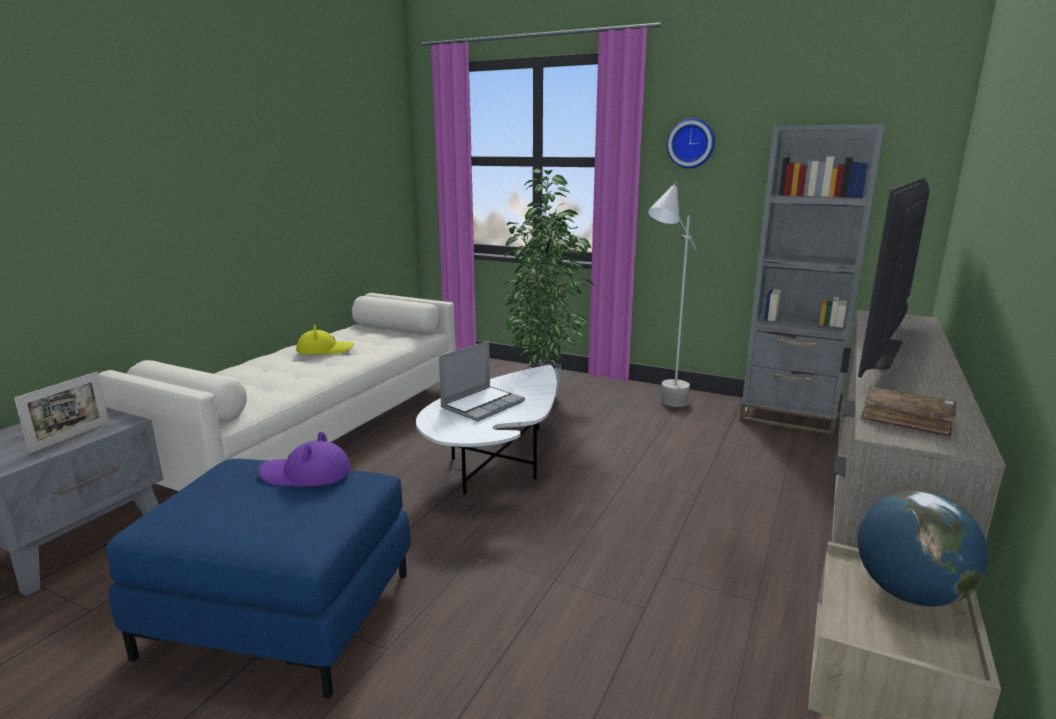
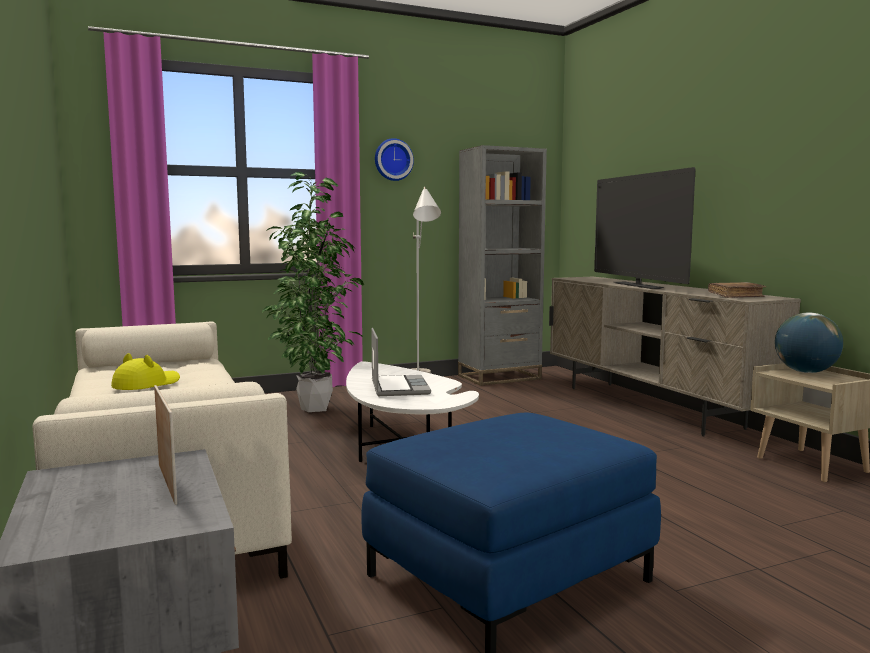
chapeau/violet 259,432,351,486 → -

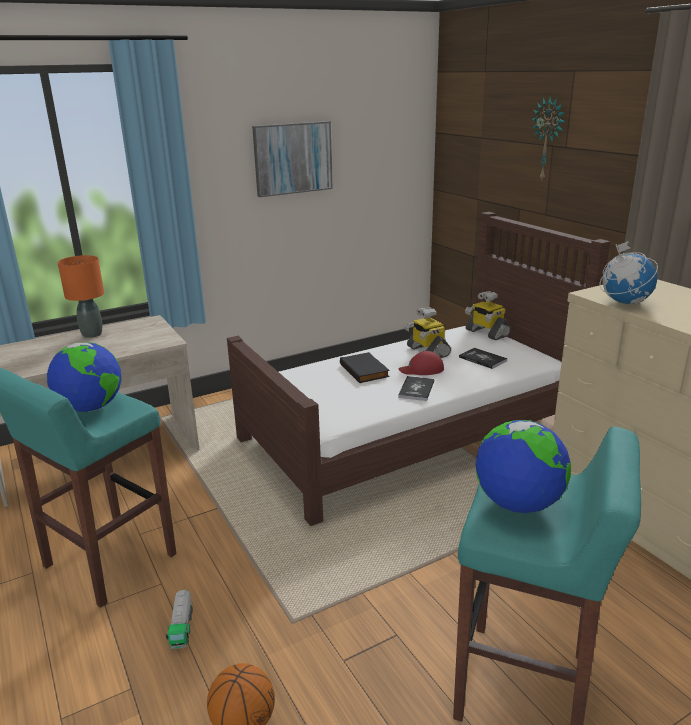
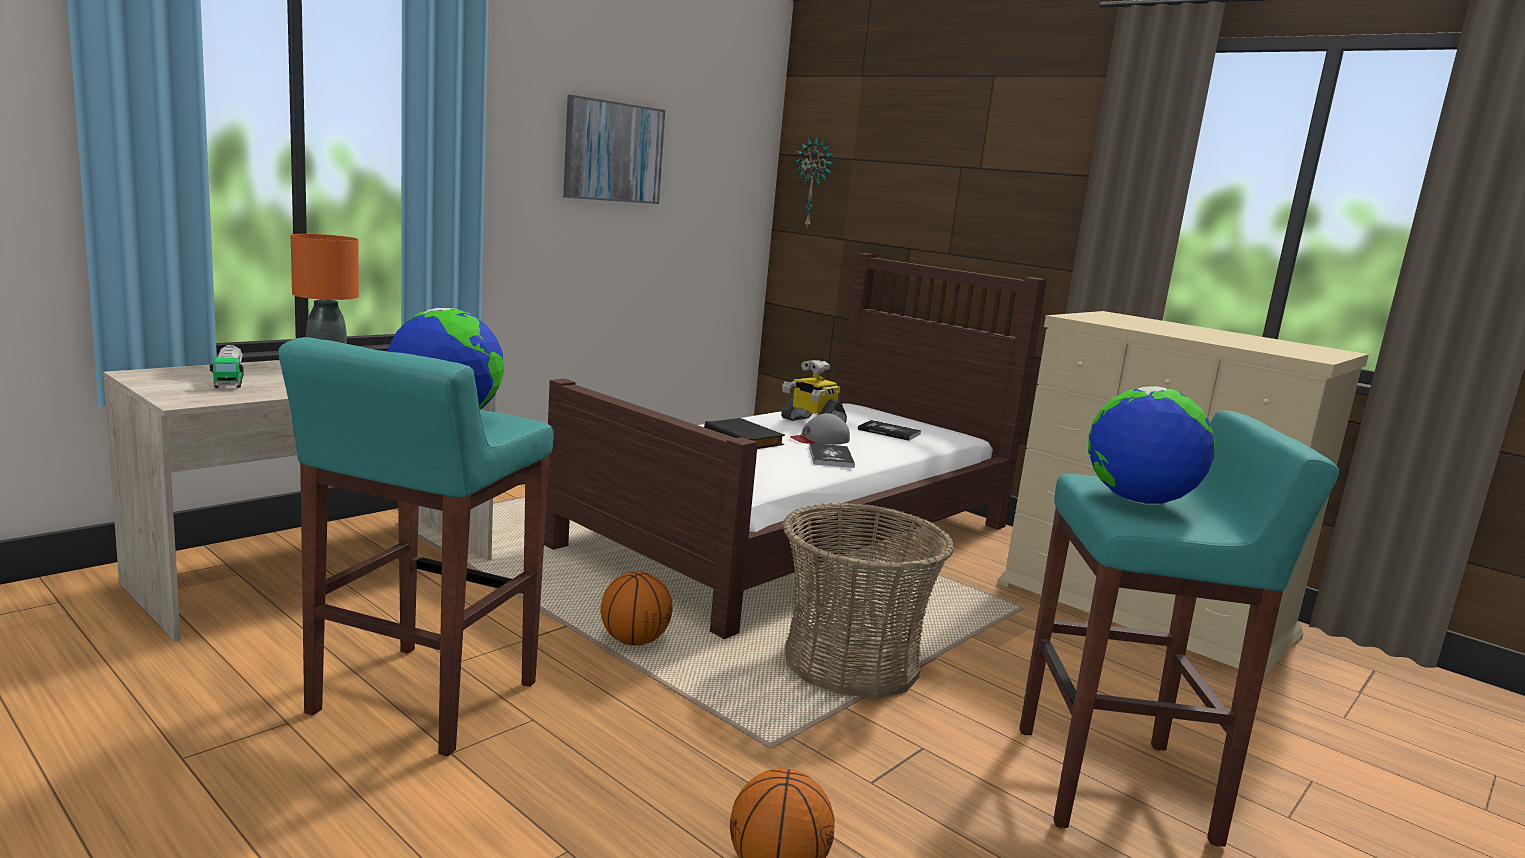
camion jouet 166,589,193,649 → camion jouet 210,345,244,388, move
casquette/rouge 399,351,444,375 → casquette/gris 790,413,850,445
robot jouet 465,291,511,340 → -
horloge murale 532,96,565,182 → horloge murale 795,137,834,228, move
globe 600,241,658,304 → -
- → ballon de basket 600,571,673,646
- → panier 782,503,954,699

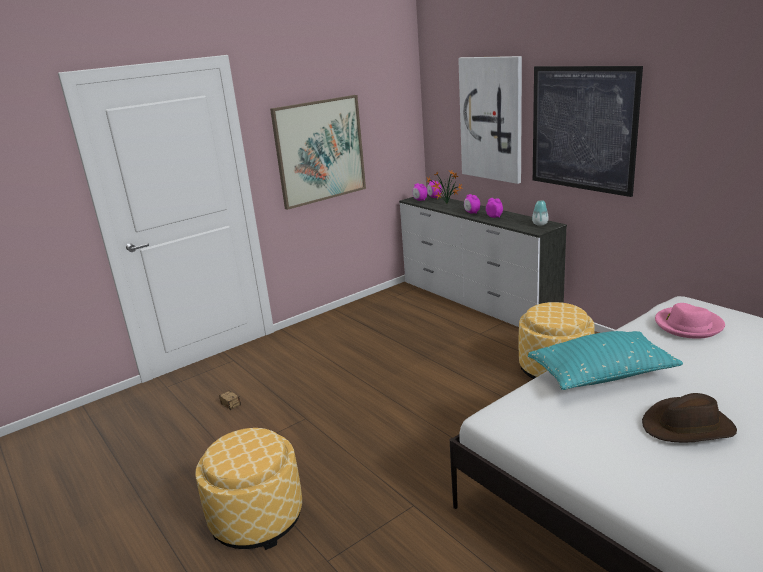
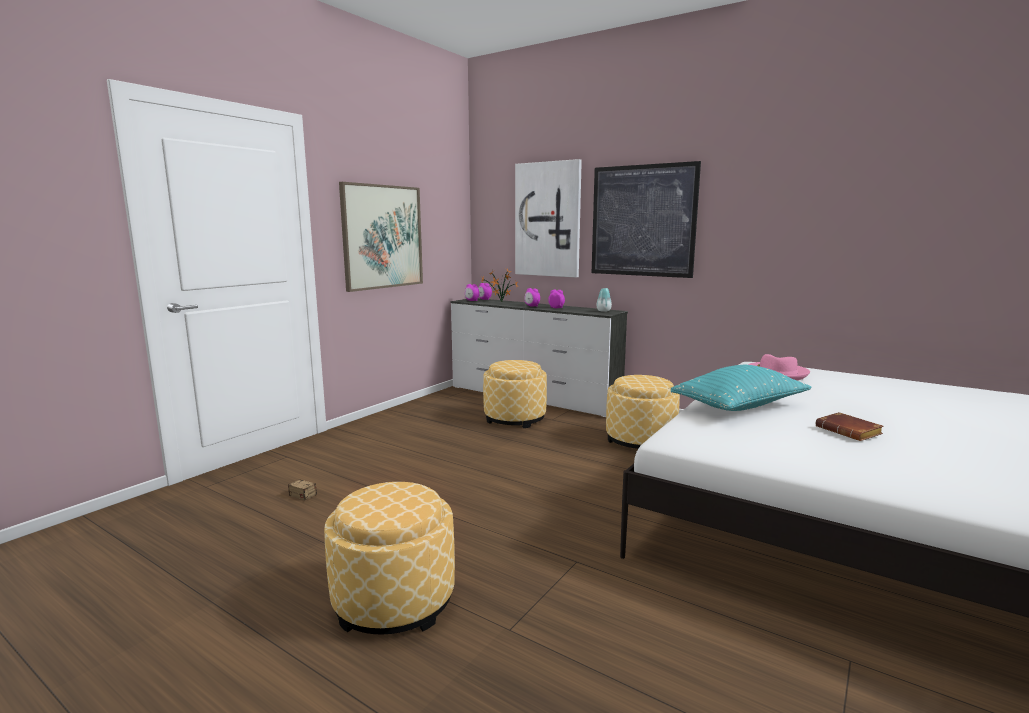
chapeau/marron 642,393,737,443 → livre/marron 815,412,884,441
- → pouf 483,360,547,428

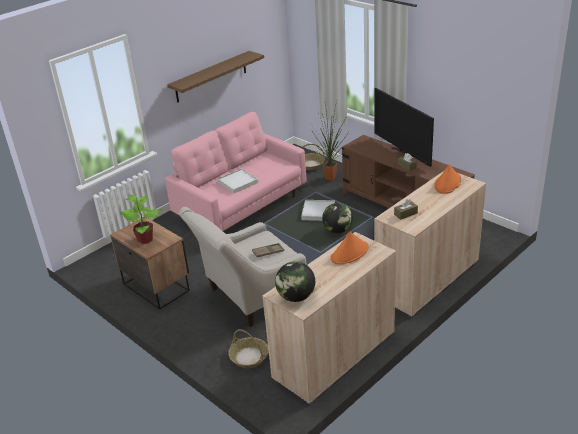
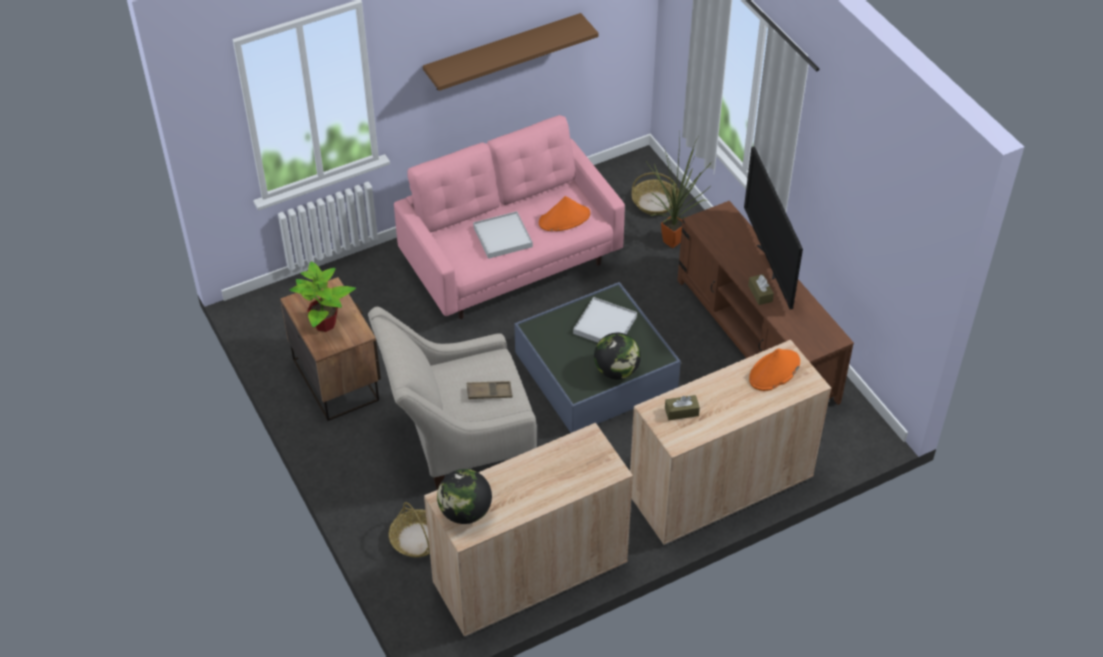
chapeau/orange 331,232,369,265 → chapeau/orange 539,196,590,231, move

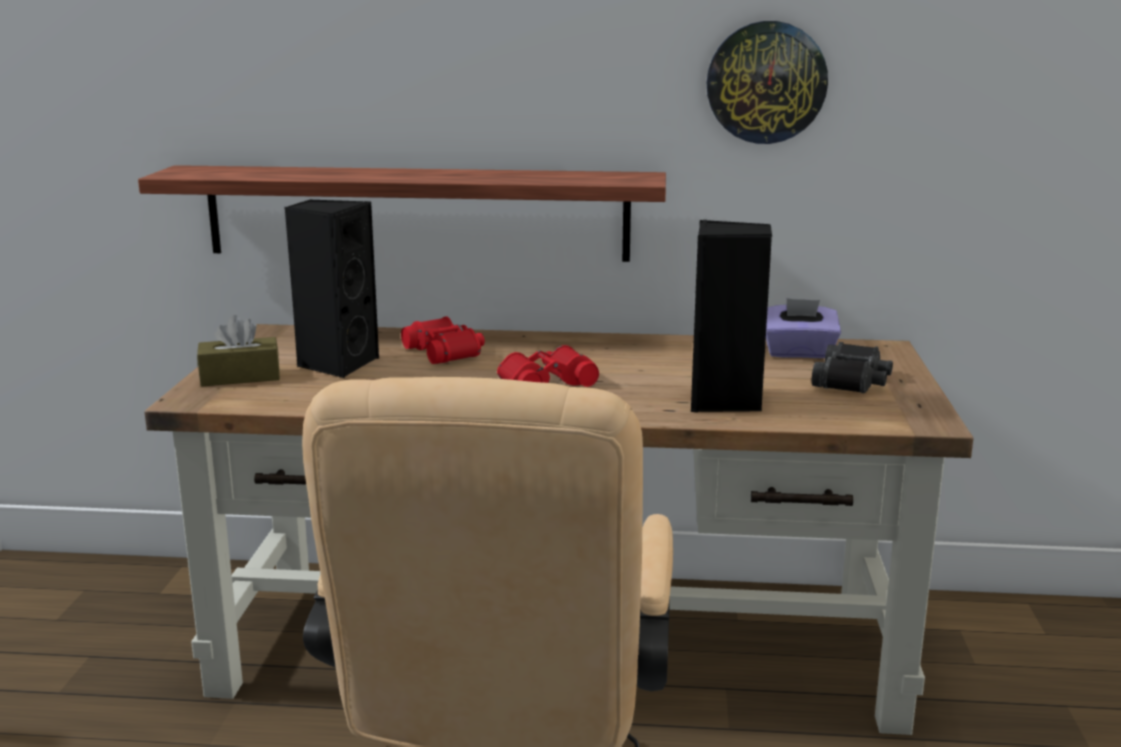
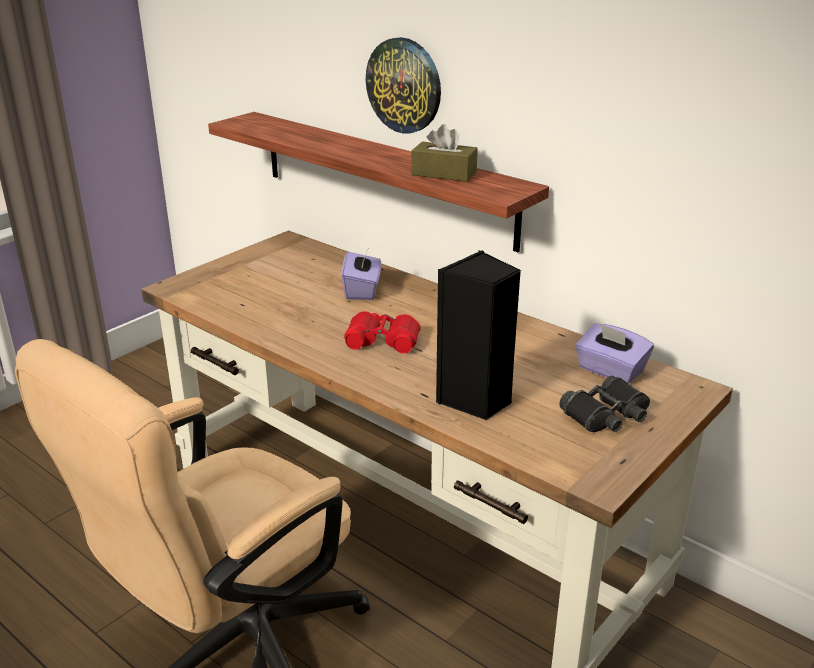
boîte à mouchoirs/marron 197,315,280,387 → boîte à mouchoirs/marron 412,124,478,182, move
enceinte/noir 285,199,379,378 → -
jumelles/rouge 401,316,485,364 → boîte à mouchoirs/violet 342,247,381,300
horloge murale 706,21,828,144 → horloge murale 366,37,441,134, move

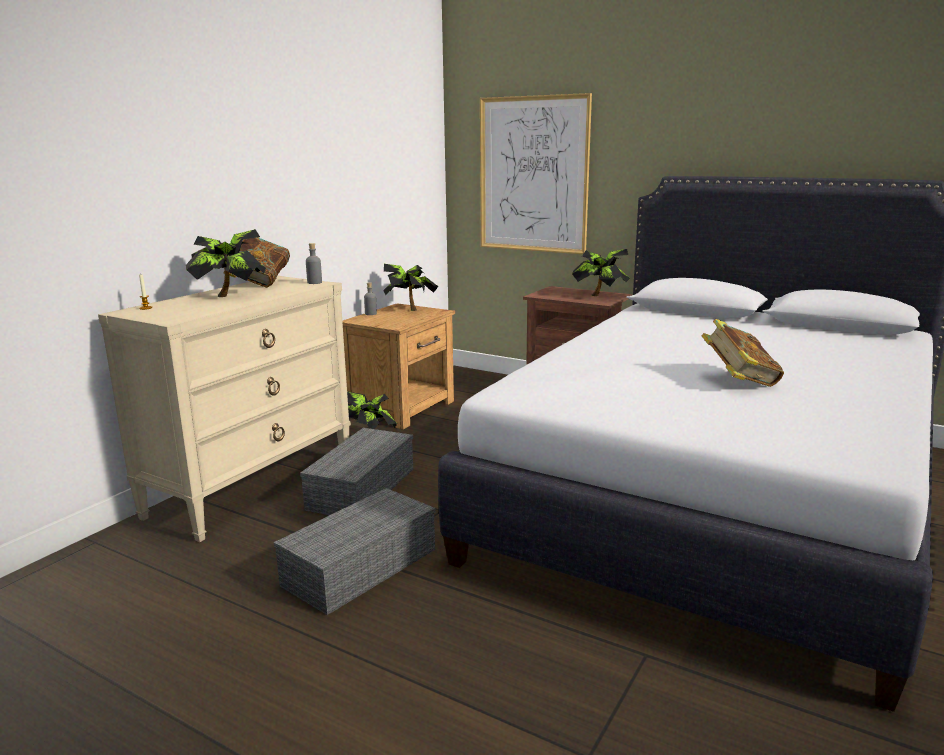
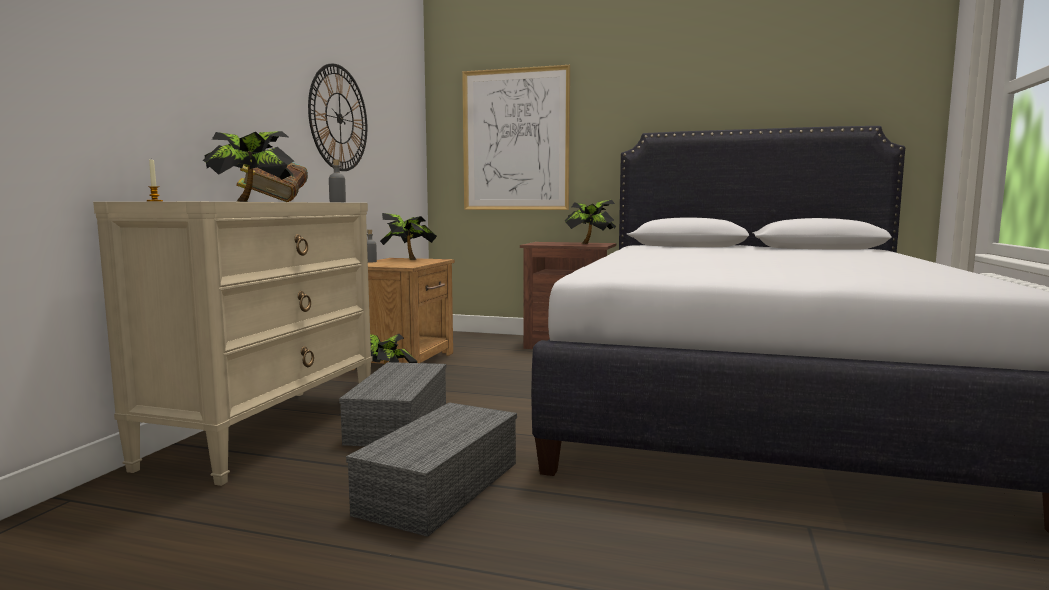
livre 702,319,784,387 → -
- → horloge murale 308,64,367,171

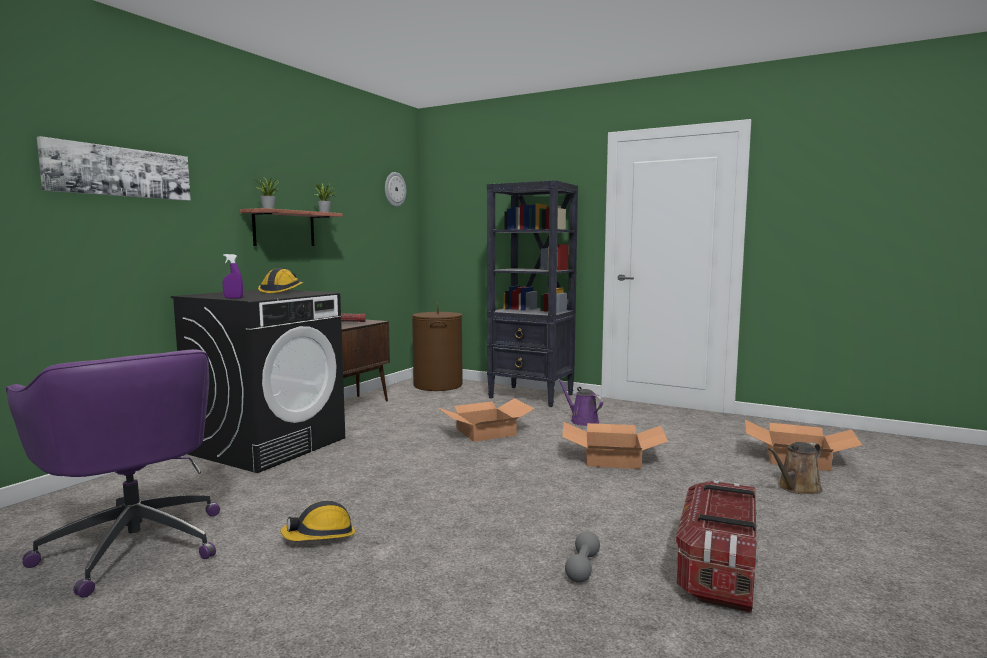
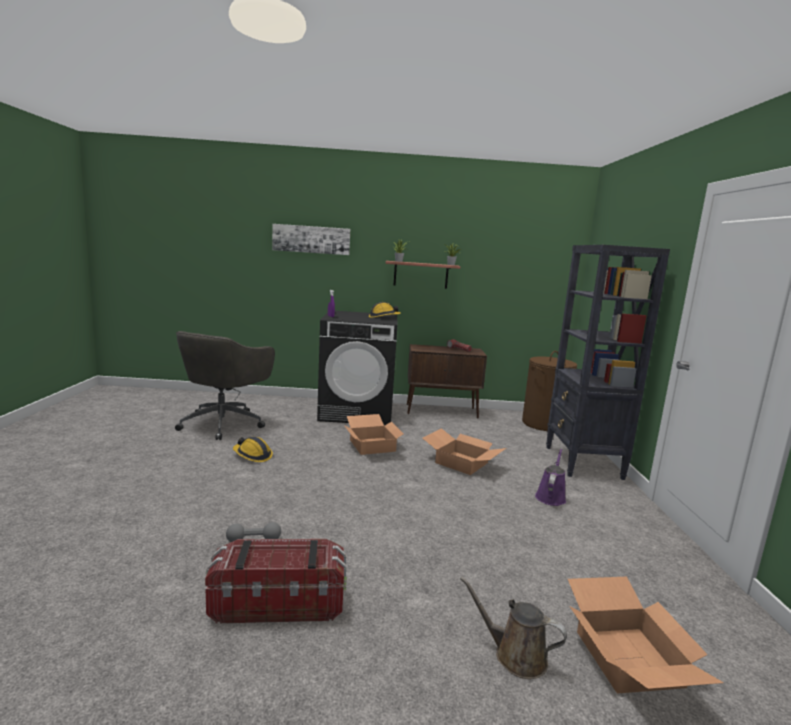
chaise de bureau/violet 6,349,220,598 → chaise de bureau/gris 175,331,275,440
horloge murale 385,172,406,207 → -
carton 562,422,668,469 → carton 344,414,404,455, move

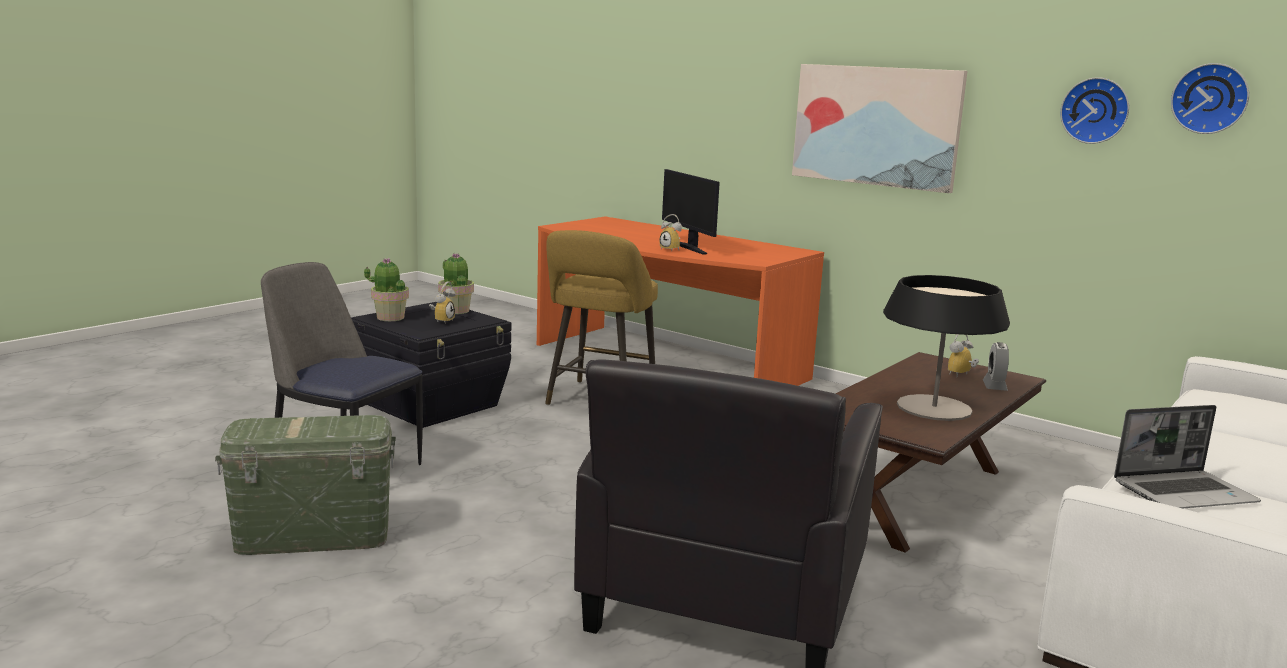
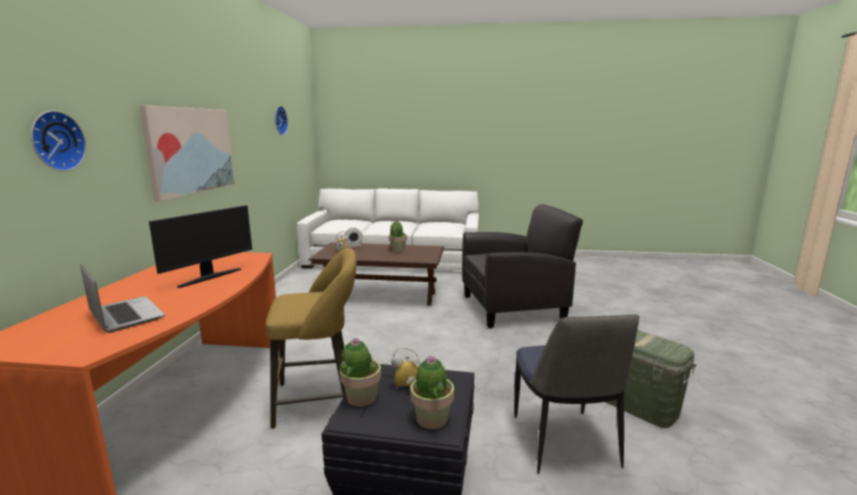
réveil 659,214,682,251 → -
lampe de table 883,275,1010,421 → plante en pot 389,220,407,252
horloge murale 1060,77,1129,144 → horloge murale 31,111,86,171, move
ordinateur portable 1114,405,1261,509 → ordinateur portable 80,264,165,333, move

